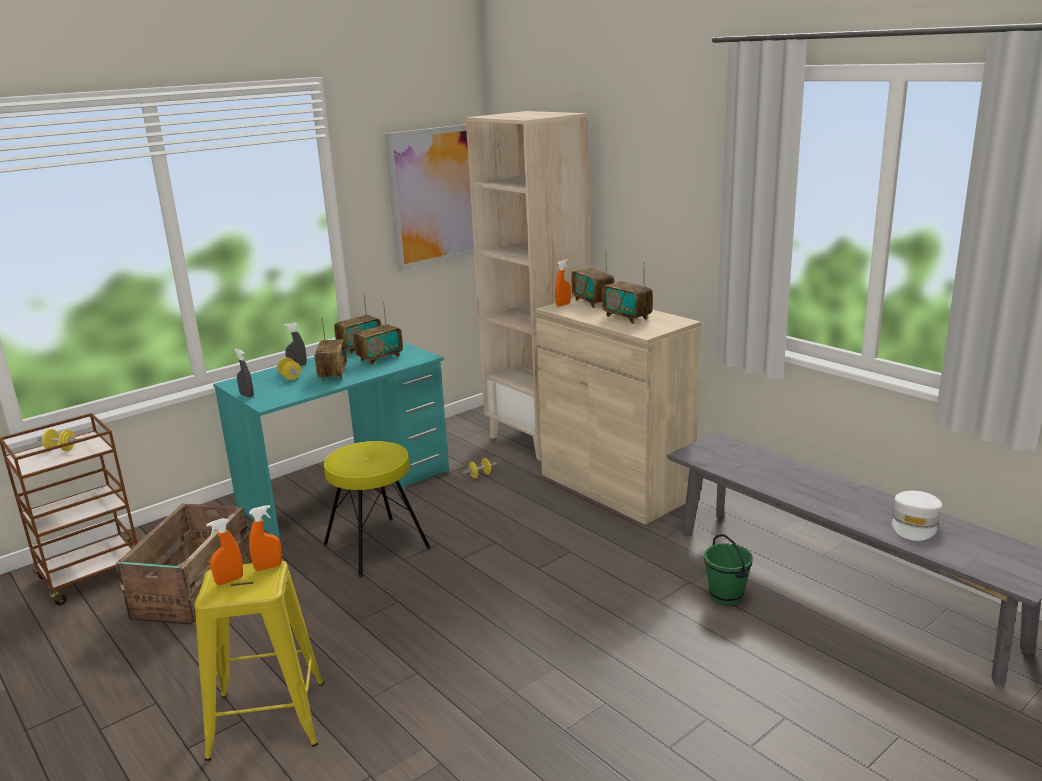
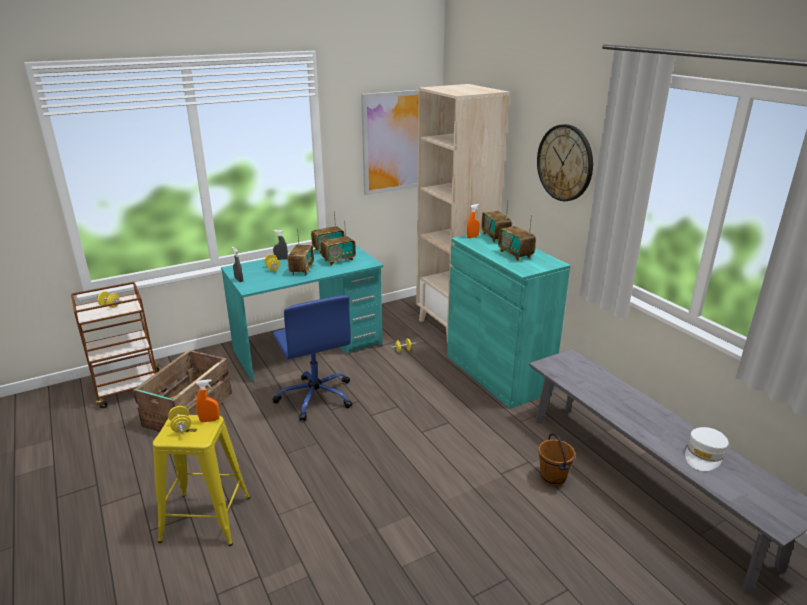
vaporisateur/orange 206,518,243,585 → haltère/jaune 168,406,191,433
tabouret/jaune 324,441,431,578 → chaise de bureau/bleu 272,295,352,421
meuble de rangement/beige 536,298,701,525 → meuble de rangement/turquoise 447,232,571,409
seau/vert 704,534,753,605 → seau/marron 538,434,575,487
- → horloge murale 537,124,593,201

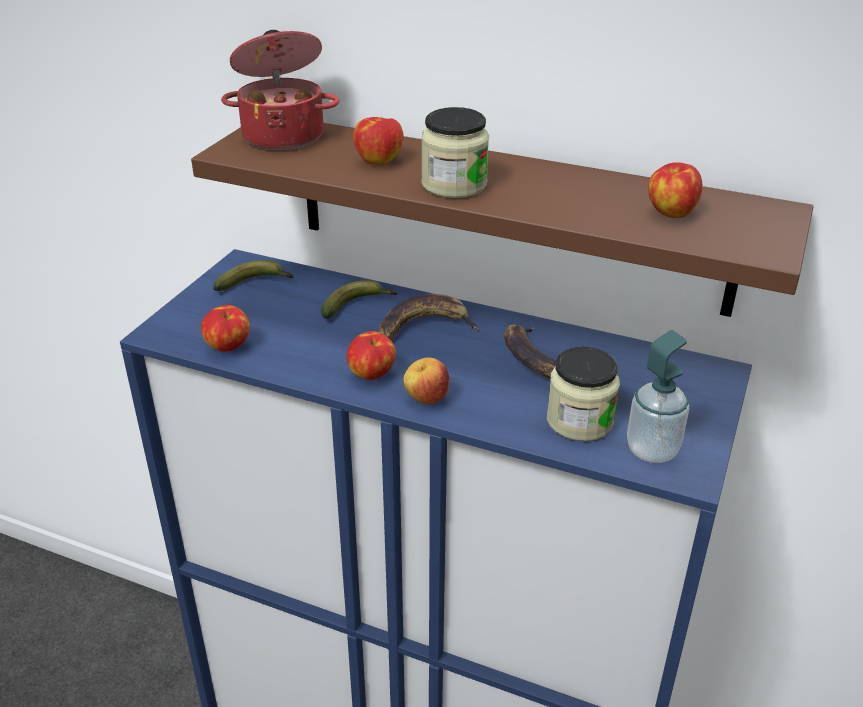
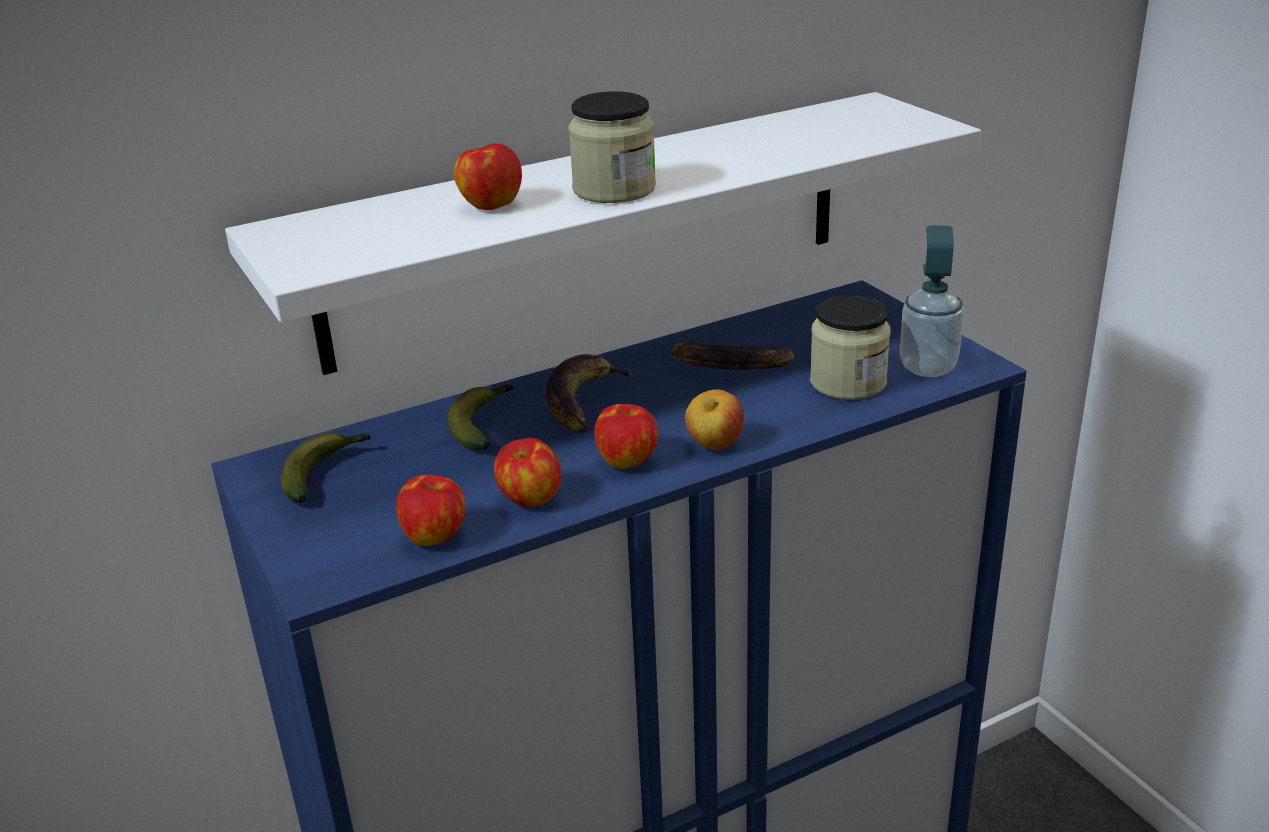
étagère/marron 191,123,814,317 → étagère/blanc 225,92,981,375
marmite 221,30,339,150 → -
pomme 648,162,702,218 → pomme 494,438,561,507, move

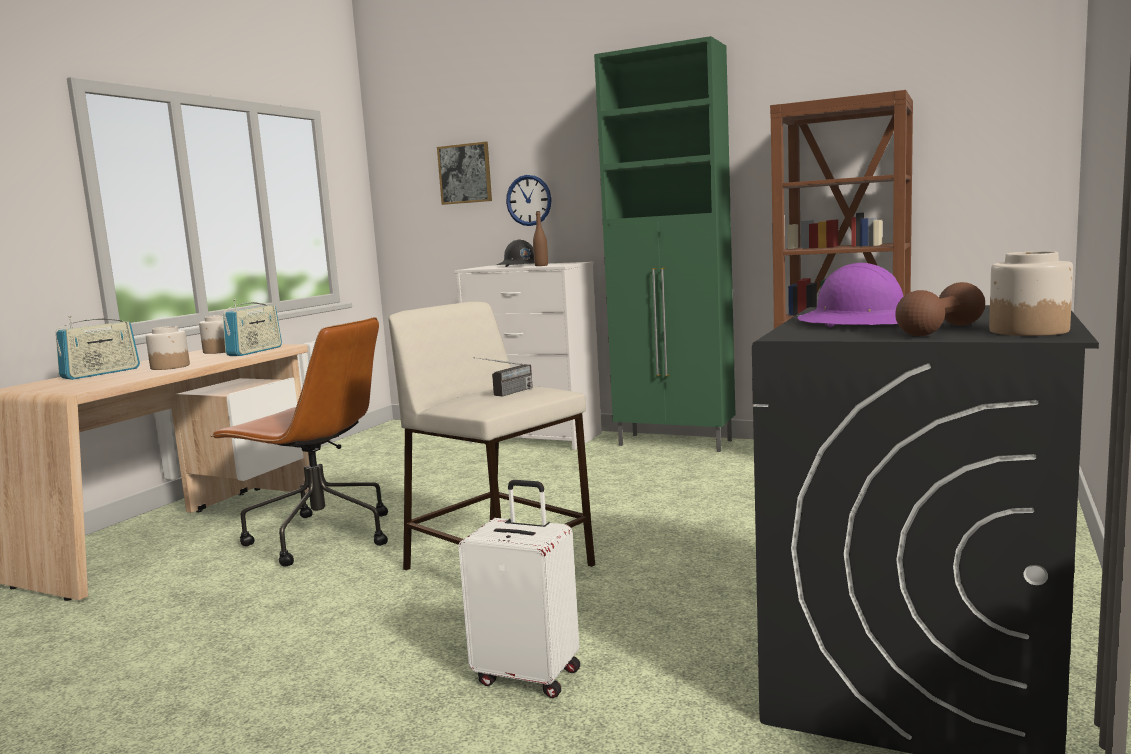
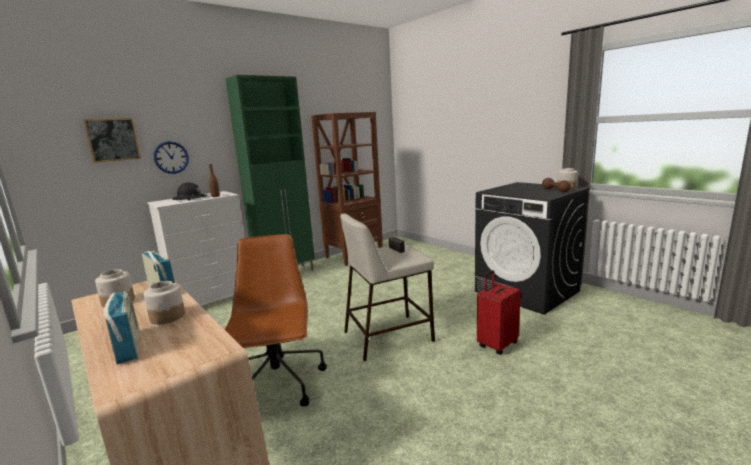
chaise de bureau/marron 211,317,388,567 → chaise de bureau/marron 225,234,327,407, 60 degrees counterclockwise
valise/blanc 458,480,580,698 → valise/rouge 477,270,521,355
casque de chantier/violet 798,263,904,328 → -

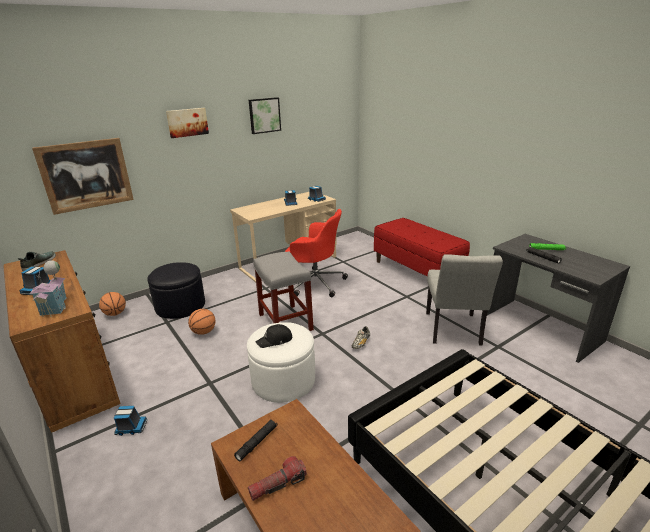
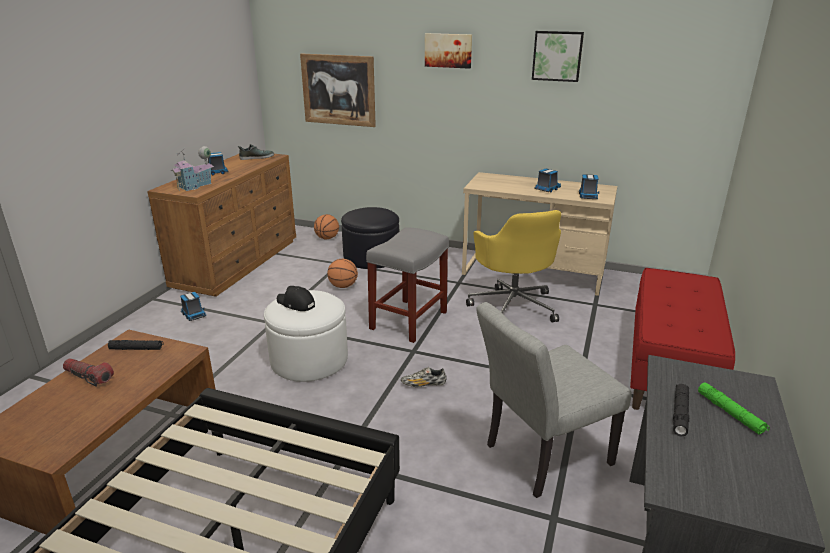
chaise de bureau/rouge 285,209,348,297 → chaise de bureau/jaune 466,210,561,322

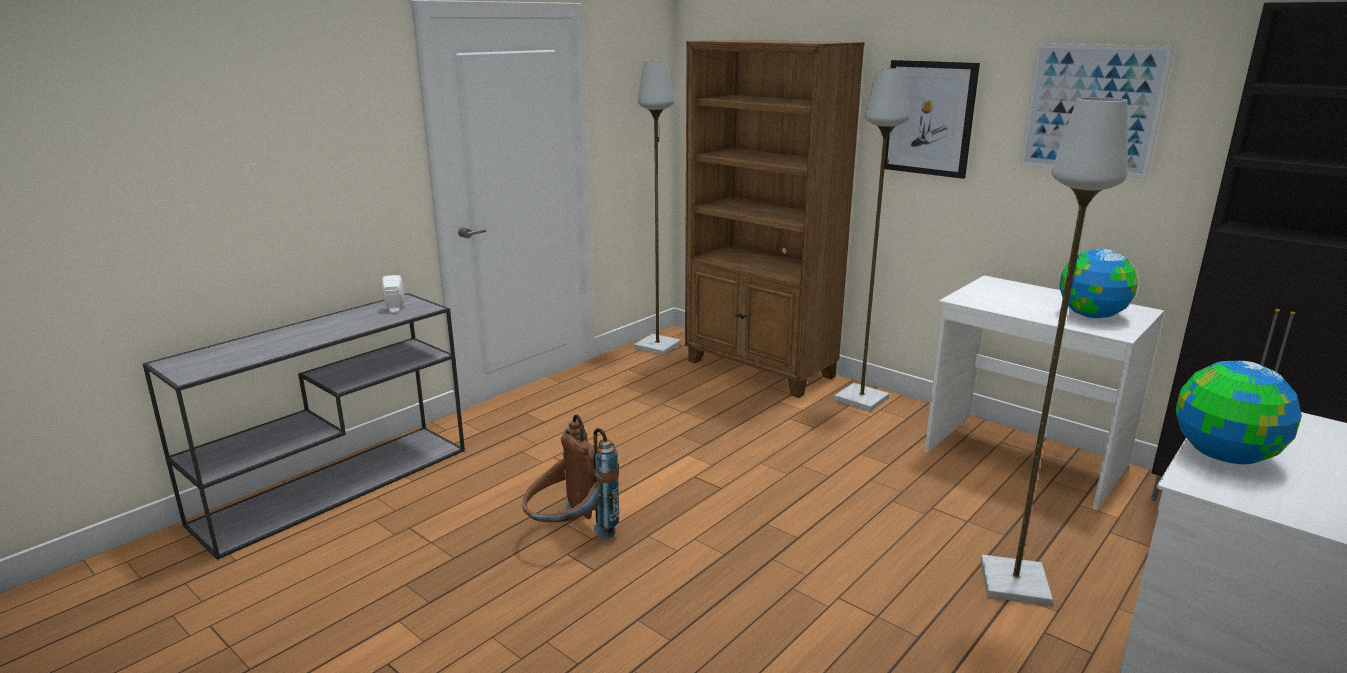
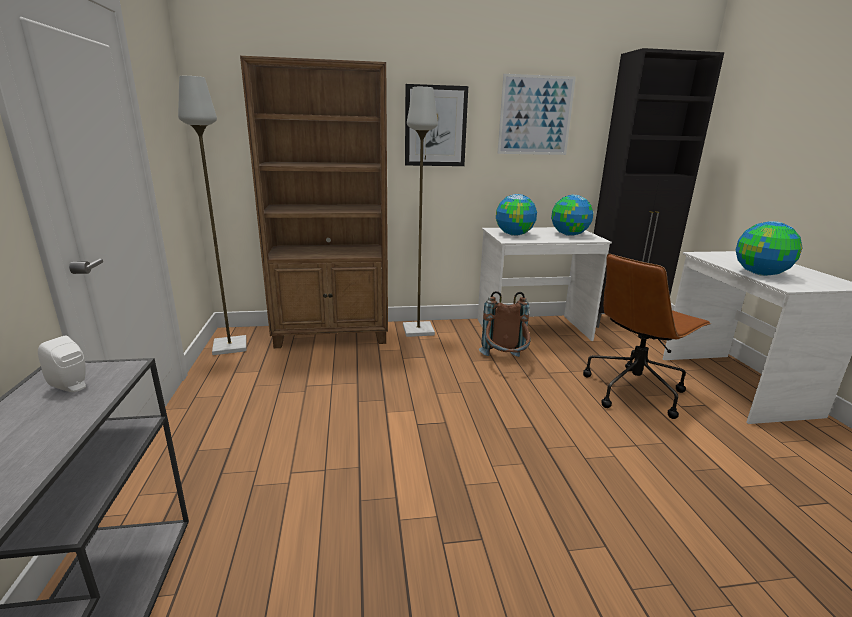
sac à dos/marron 523,414,619,539 → sac à dos/marron 479,291,531,357, move
lampadaire/gris 980,97,1128,606 → chaise de bureau/marron 583,254,711,419
- → globe 496,194,537,236

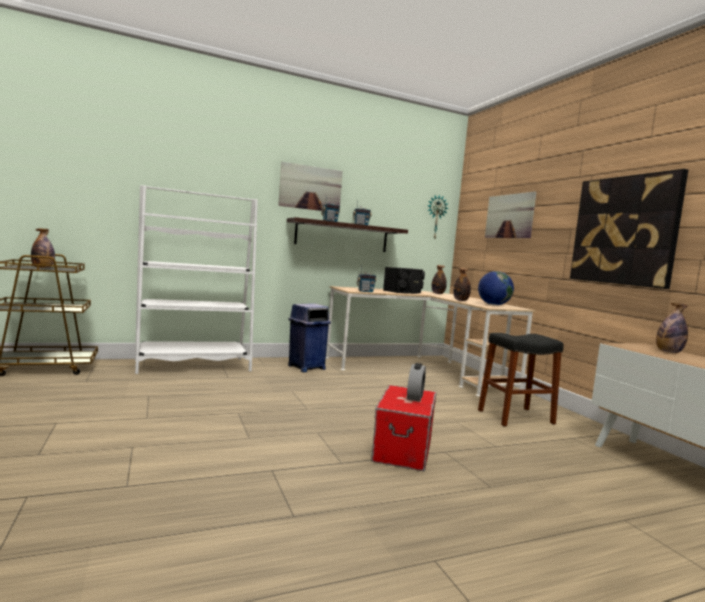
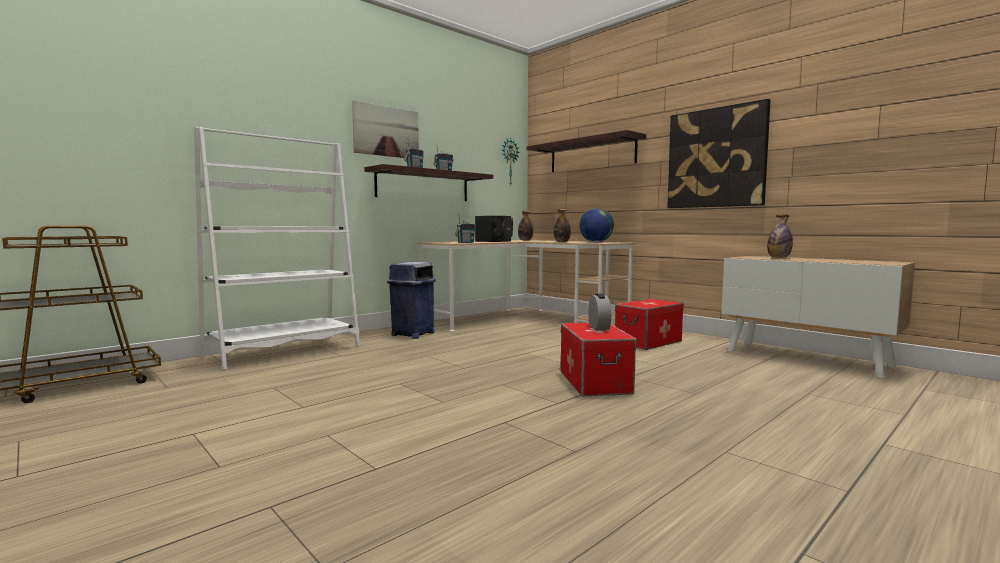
bouteille 31,229,55,268 → -
tabouret/noir 478,333,564,427 → boîte de rangement 615,299,684,350
tableau 485,192,536,238 → étagère 526,130,647,172

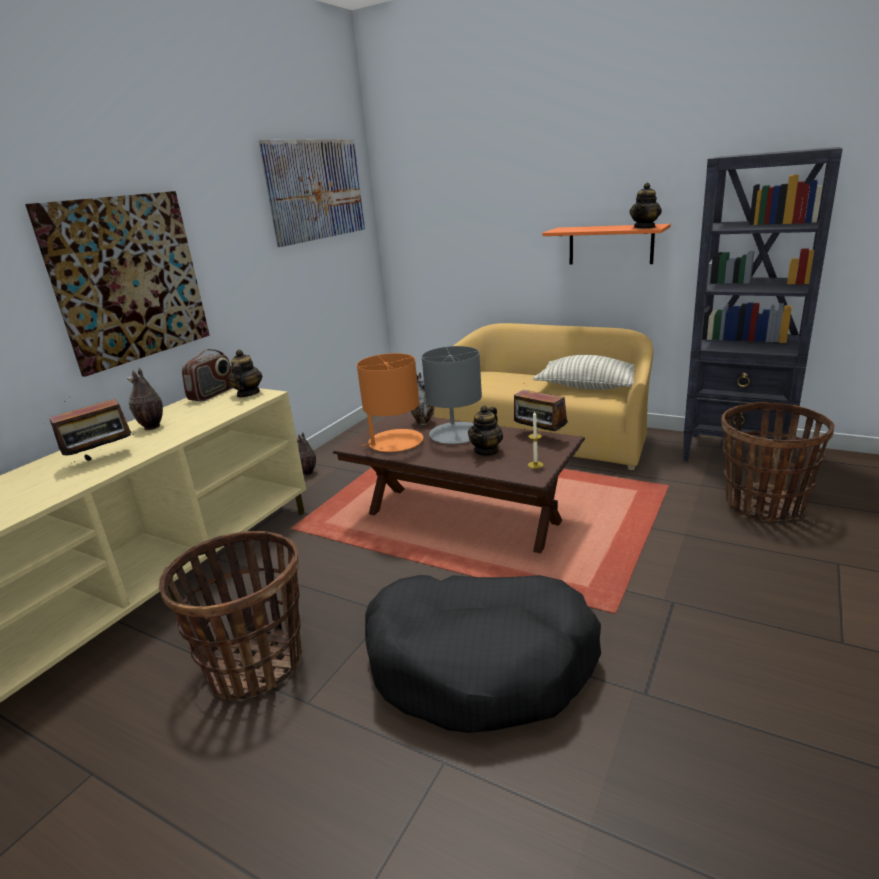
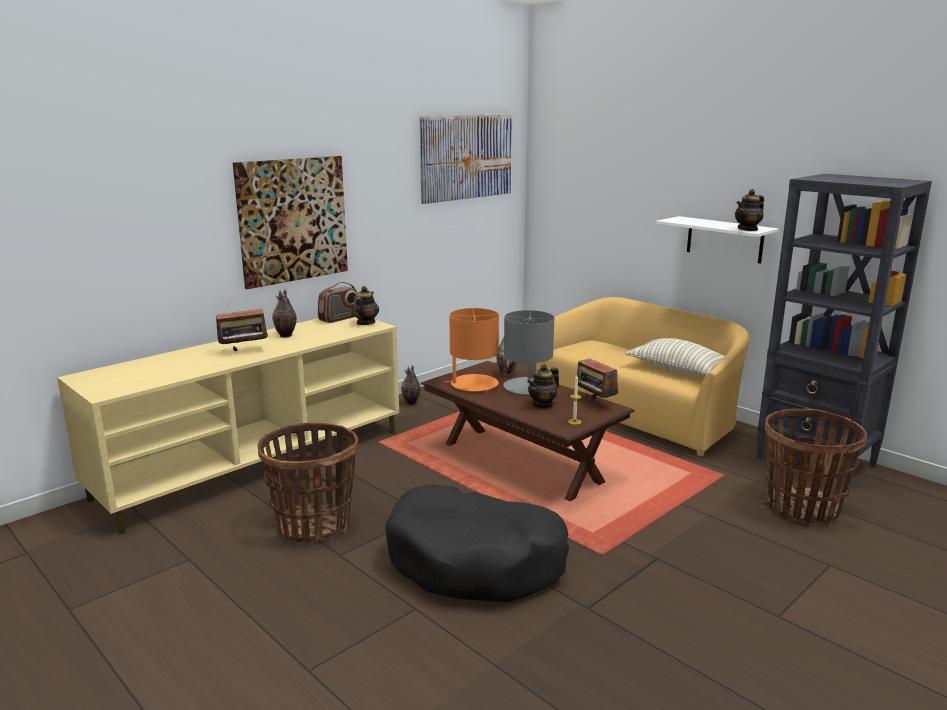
étagère/orange 542,224,671,264 → étagère/blanc 656,216,779,264

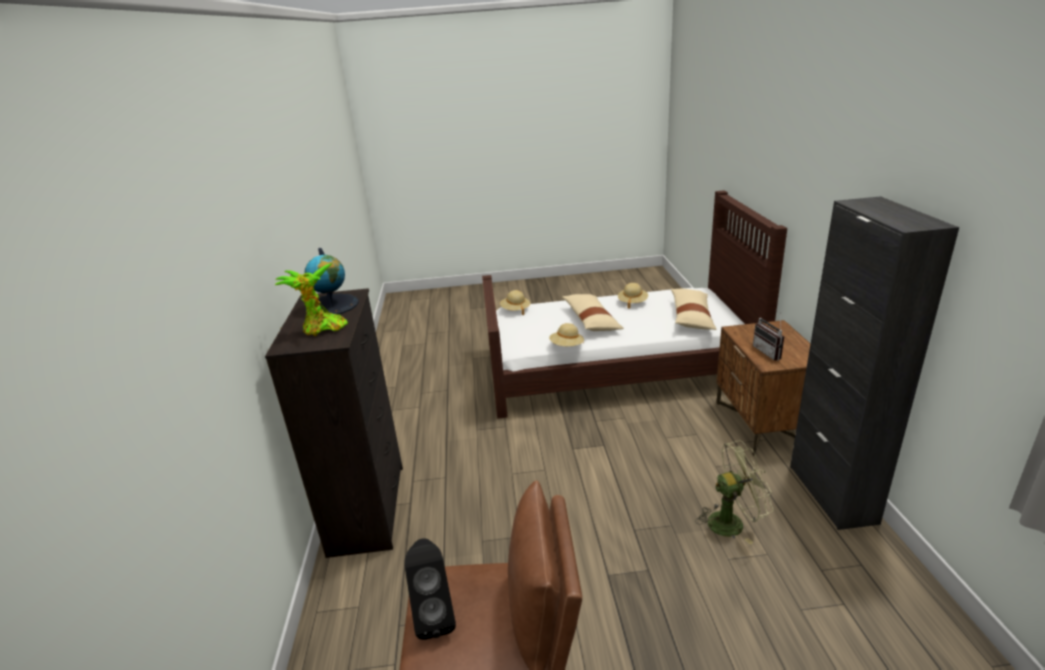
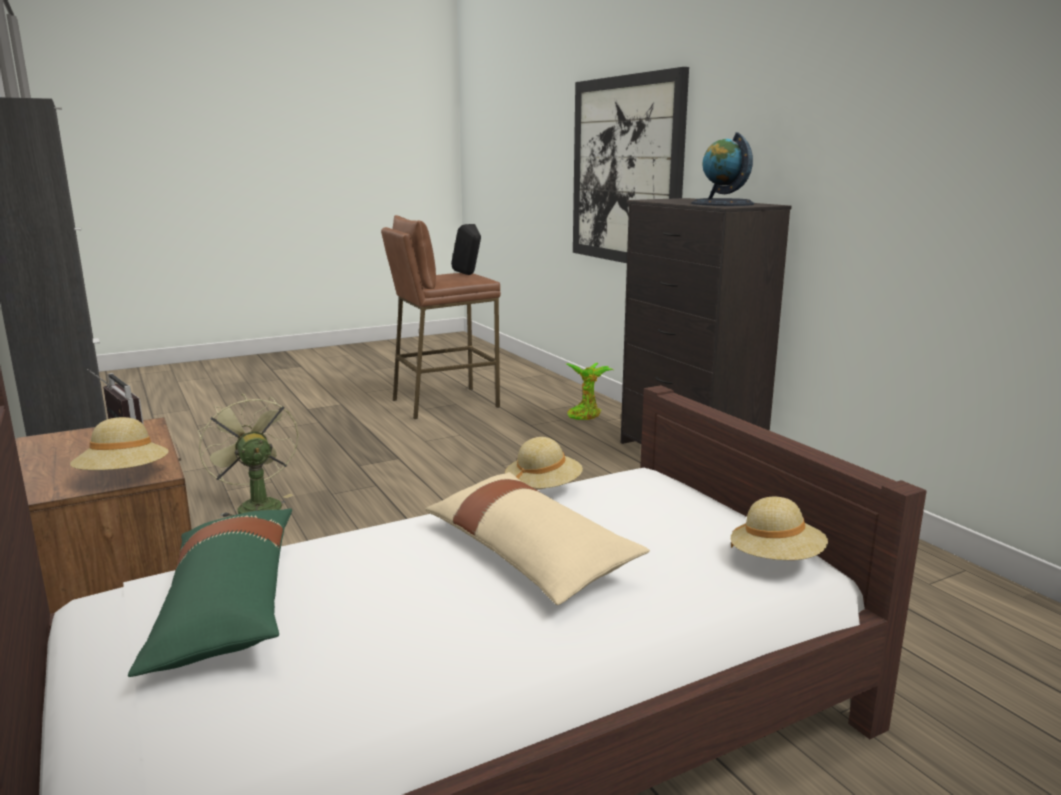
plante en pot 275,263,348,336 → plante en pot 566,363,613,420, move
chapeau/beige 618,283,648,309 → chapeau/beige 70,417,169,470, move
coussin/beige 671,289,717,330 → coussin/vert 128,509,292,677
ventilateur/vert 696,440,774,545 → ventilateur/vert 198,394,299,517, 90 degrees clockwise
- → tableau 573,67,689,263

